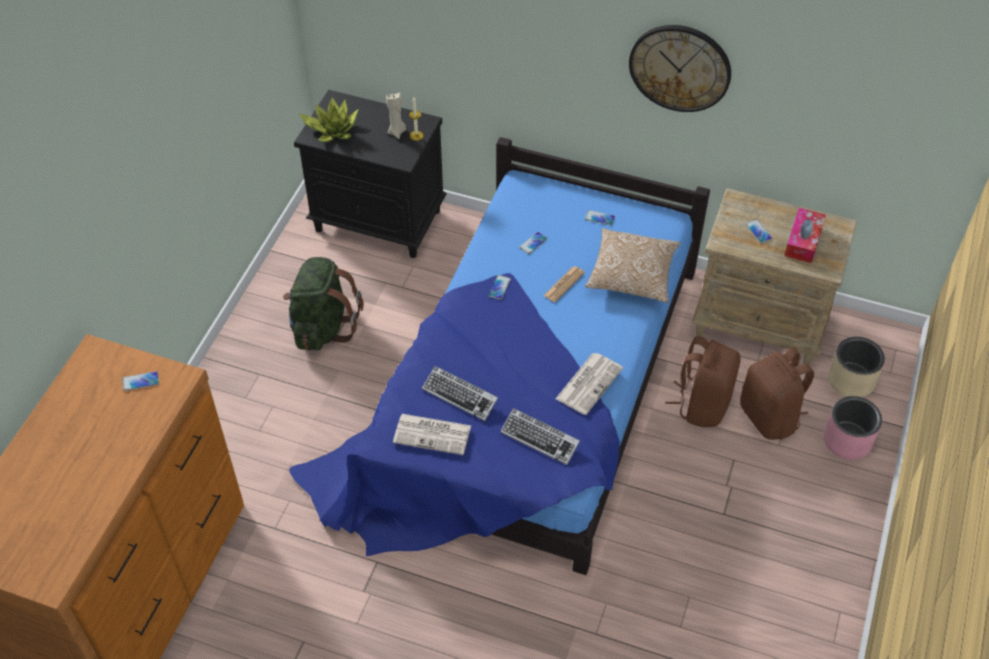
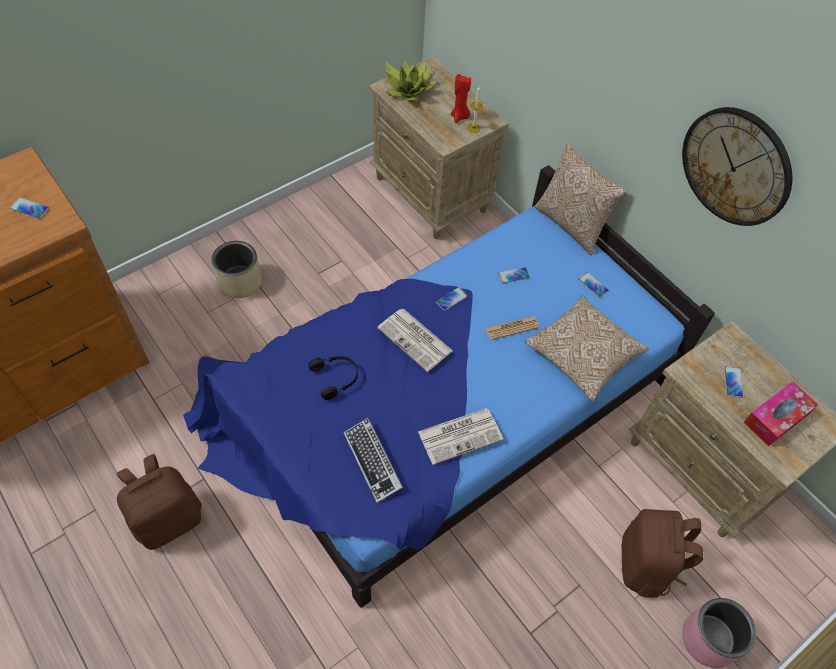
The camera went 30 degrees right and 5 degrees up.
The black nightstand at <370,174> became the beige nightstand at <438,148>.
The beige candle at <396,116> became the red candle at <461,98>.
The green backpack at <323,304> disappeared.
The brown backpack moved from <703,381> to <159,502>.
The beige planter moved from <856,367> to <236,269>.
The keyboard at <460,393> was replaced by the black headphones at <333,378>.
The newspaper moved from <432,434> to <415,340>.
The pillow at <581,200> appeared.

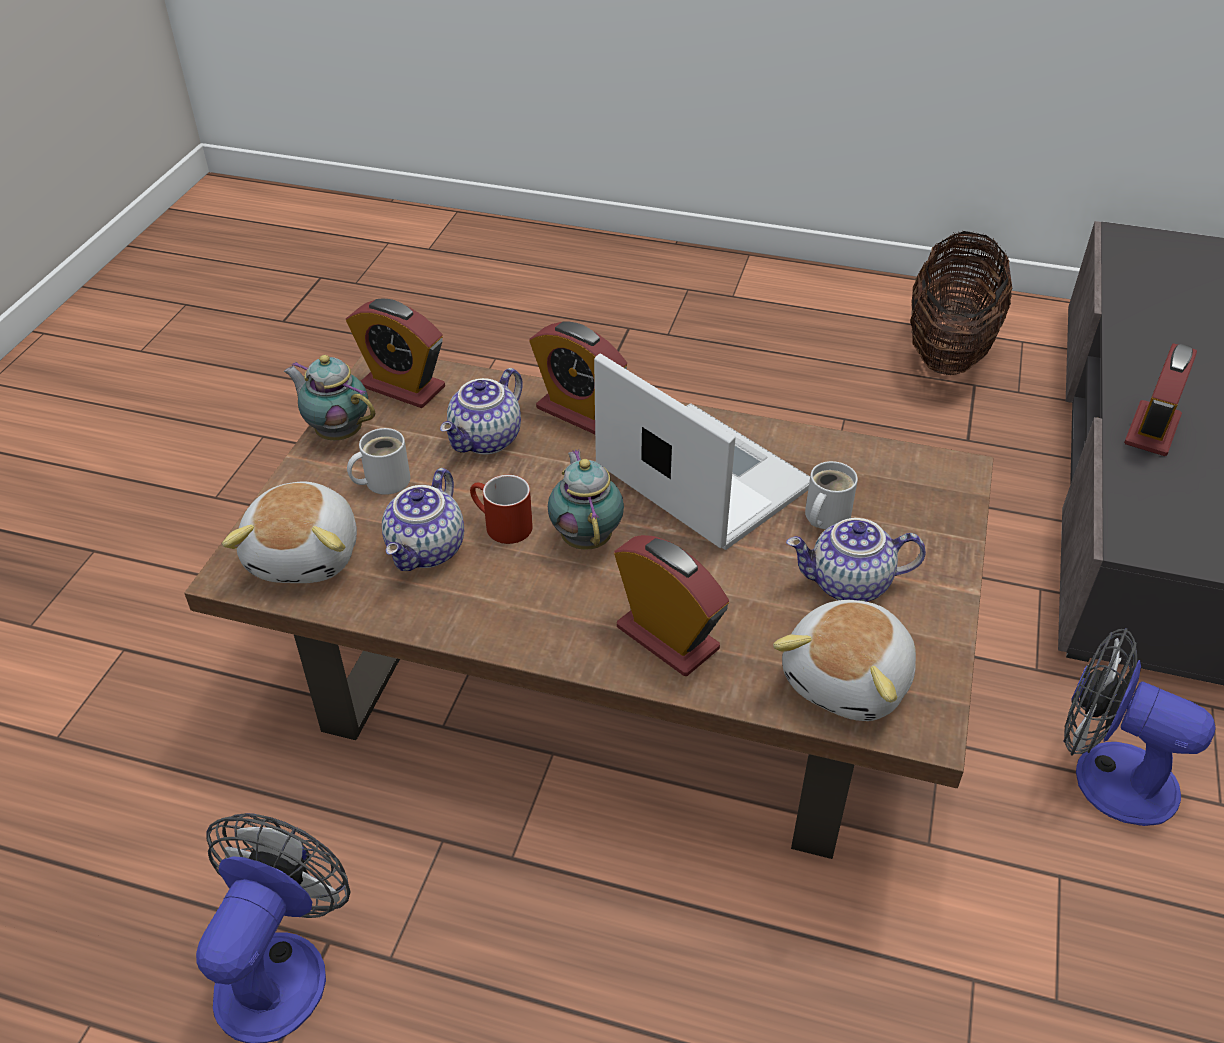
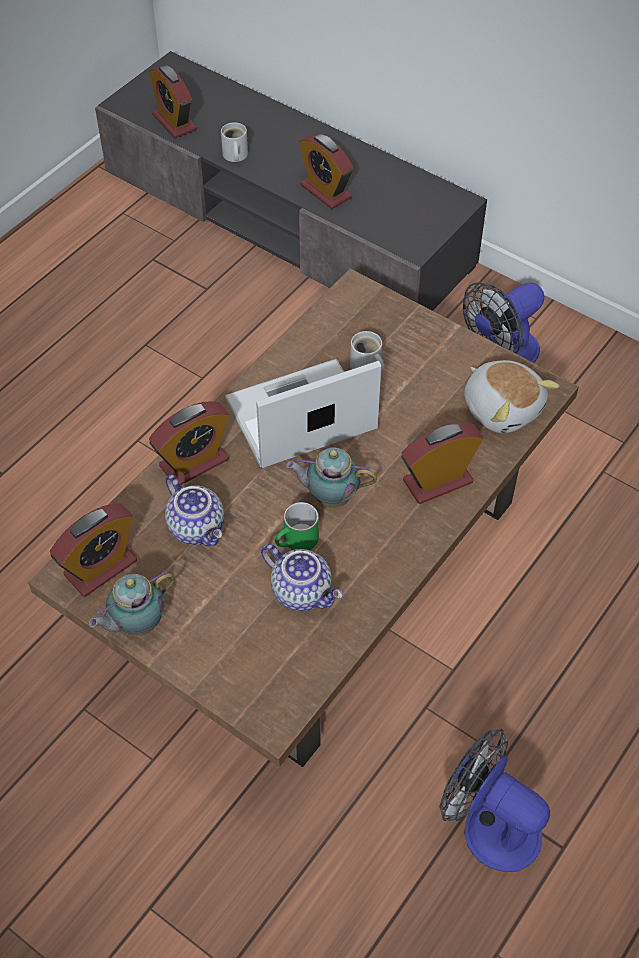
The camera went 70 degrees left and 10 degrees up.
The basket at <961,303> disappeared.
The white mug moved from <378,461> to <234,142>.
The red mug at <501,509> became the green mug at <297,526>.
The plush toy at <289,532> disappeared.
The teapot at <856,560> disappeared.
The alarm clock at <173,102> appeared.

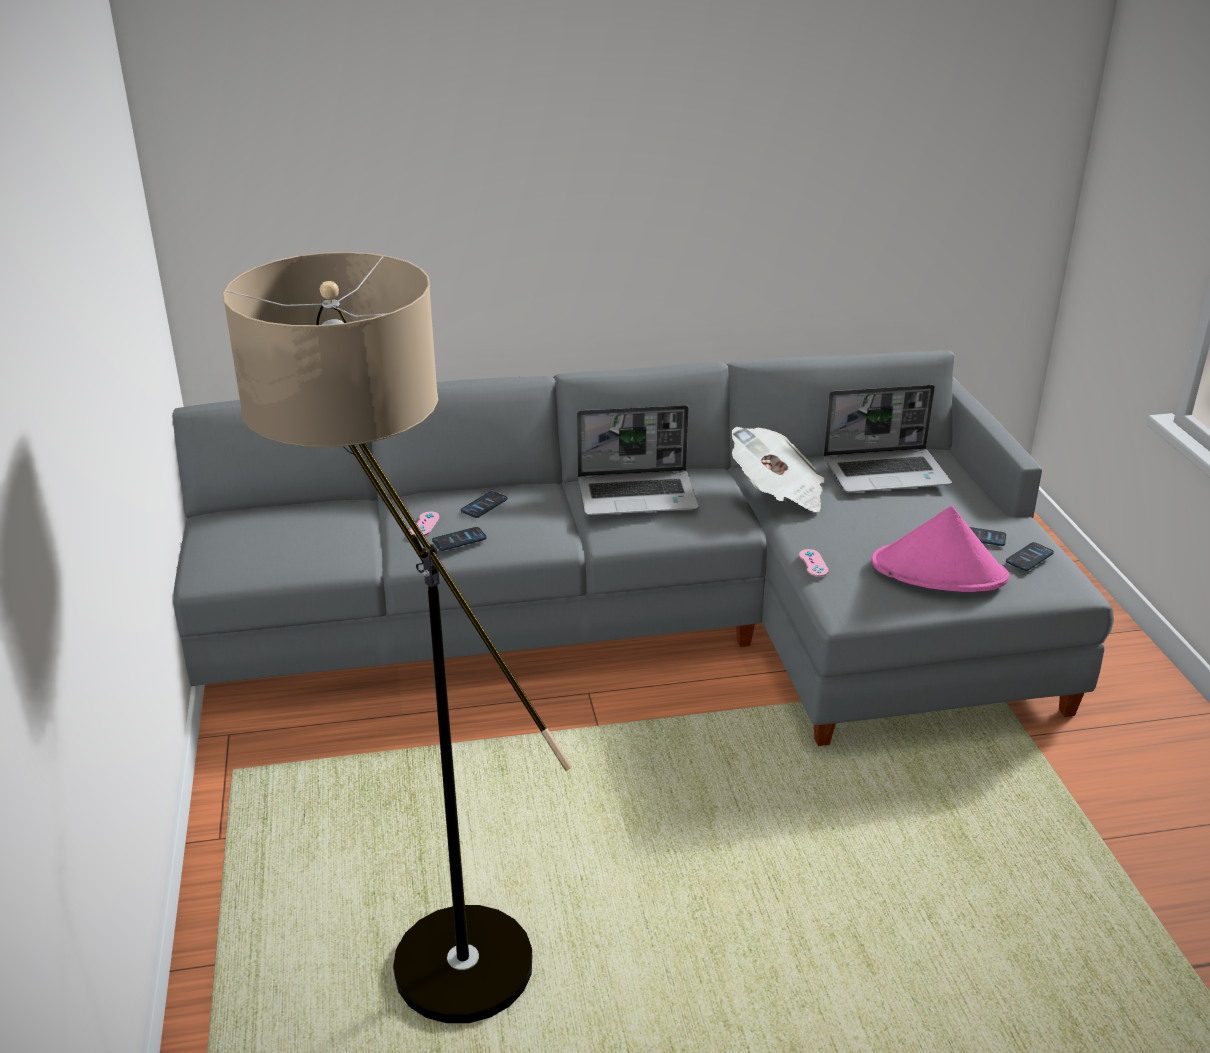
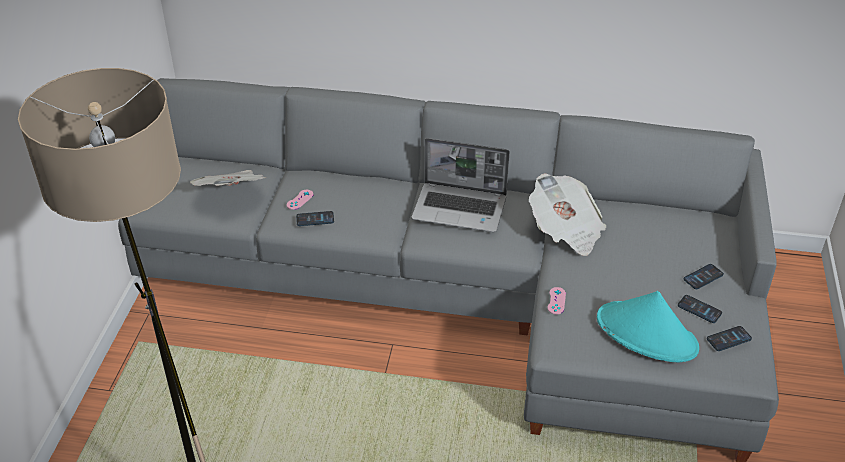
The camera went 20 degrees right and 10 degrees up.
The laptop at <887,438> disappeared.
The phone moved from <484,504> to <704,276>.
The pink hat at <940,549> became the turquoise hat at <648,326>.
The newspaper at <228,178> appeared.

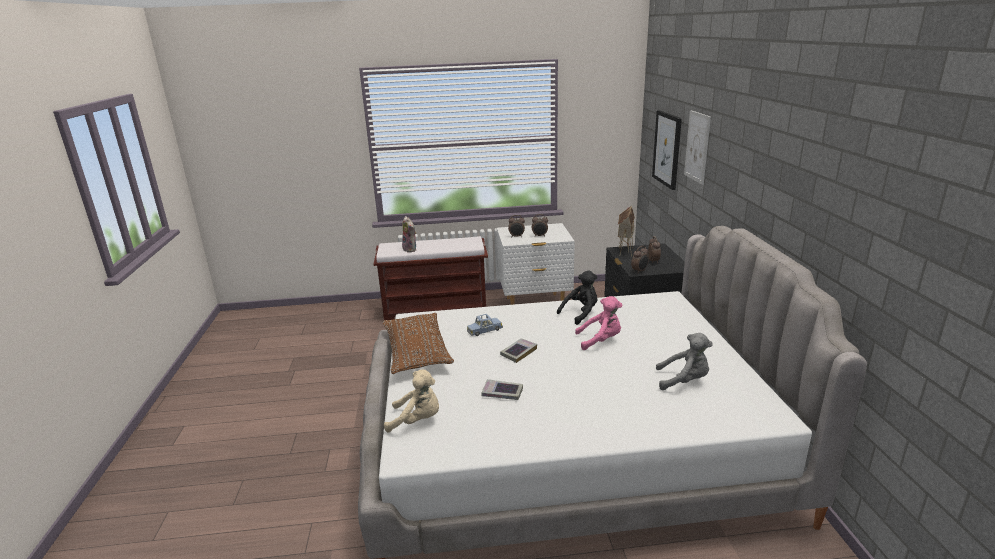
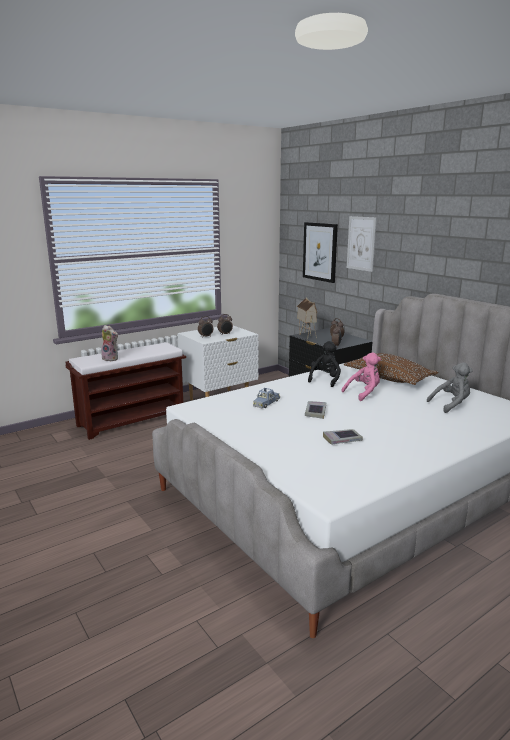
The camera went 30 degrees left and 5 degrees down.
The brown pillow moved from <418,343> to <391,369>.
The beige plush toy at <411,401> disappeared.

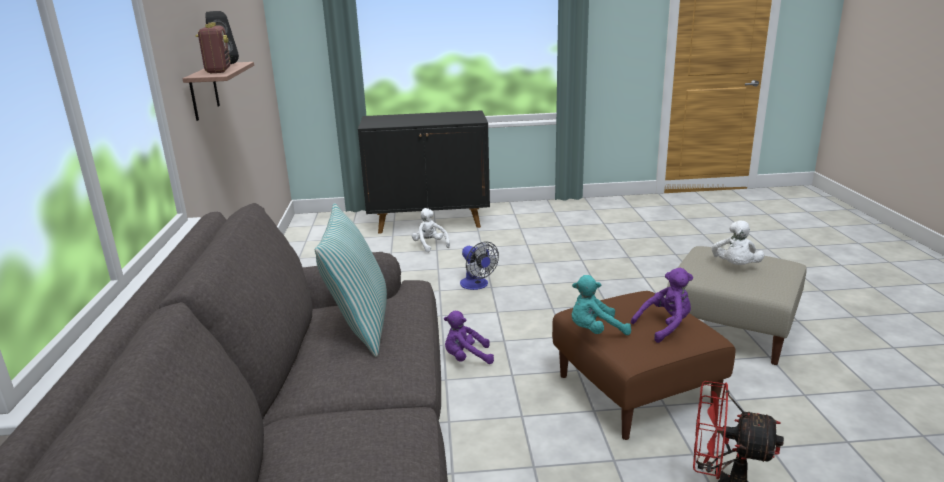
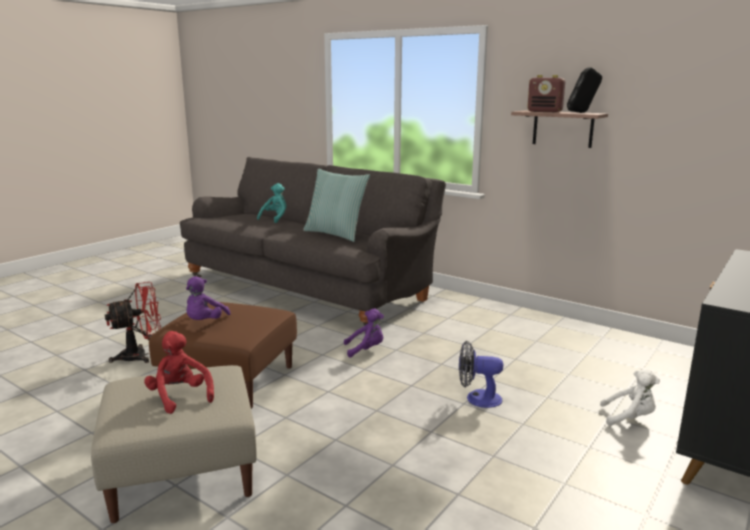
The camera went 130 degrees right and 5 degrees down.
The white plush toy at <738,242> became the red plush toy at <179,372>.
The turquoise plush toy moved from <601,305> to <272,203>.
The purple plush toy at <469,337> turned 45 degrees clockwise.

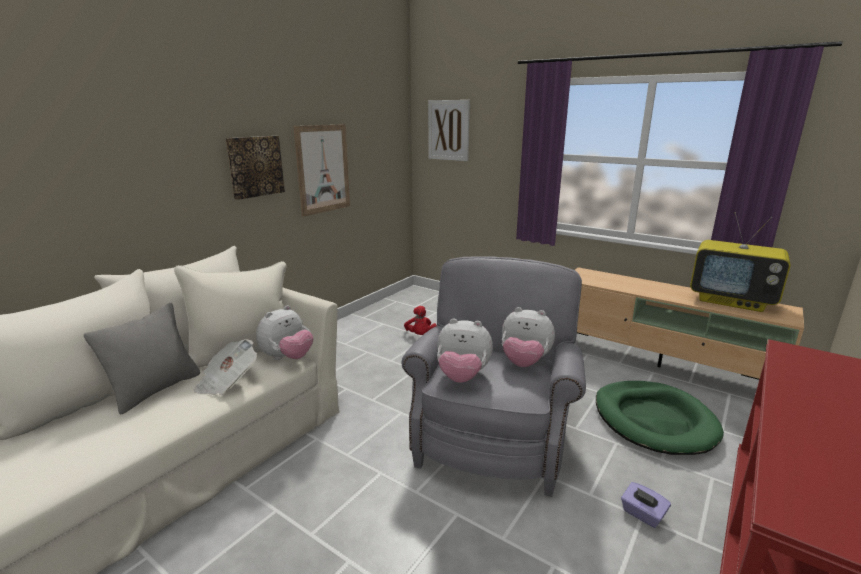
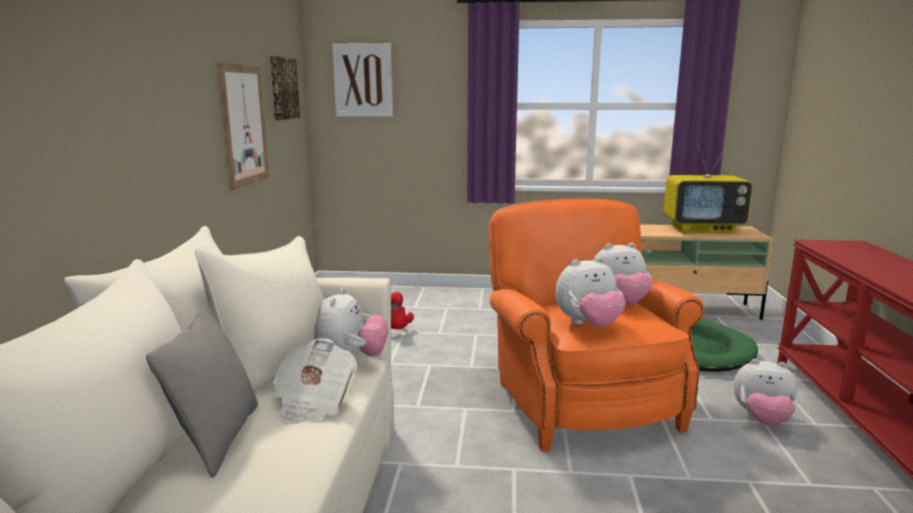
The camera went 30 degrees left and 5 degrees down.
The picture moved from <255,168> to <284,88>.
The grey armchair at <494,376> became the orange armchair at <596,325>.
The purple tissue box at <646,505> was replaced by the plush toy at <765,392>.

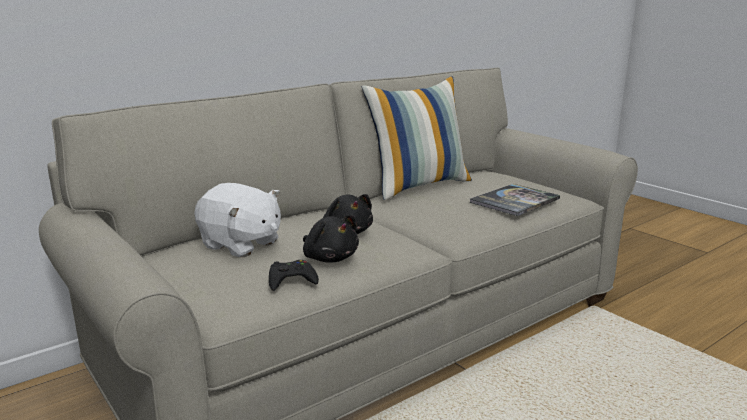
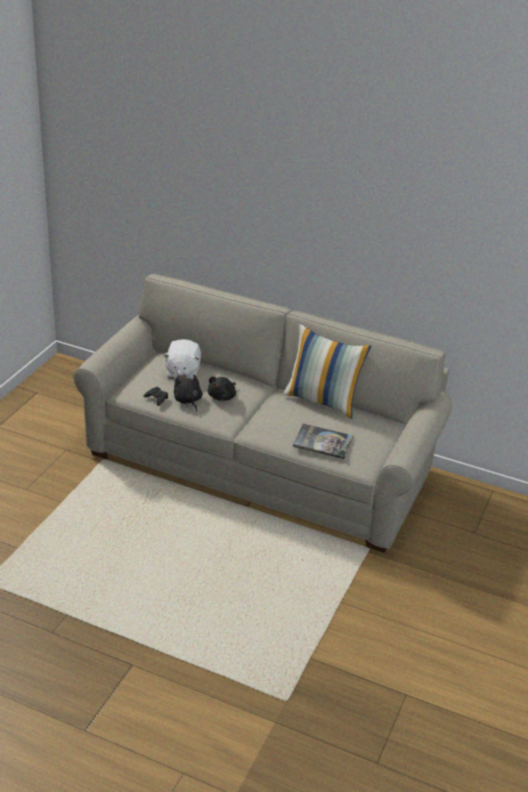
The camera went 60 degrees right and 15 degrees up.
The black plush toy at <331,239> turned 135 degrees clockwise.

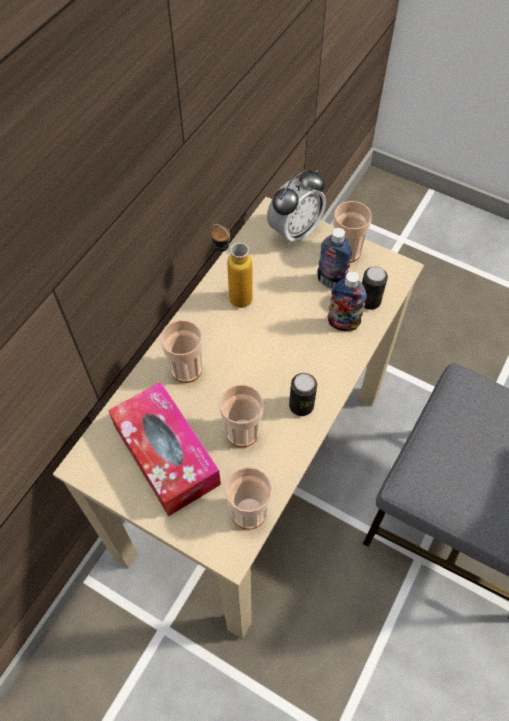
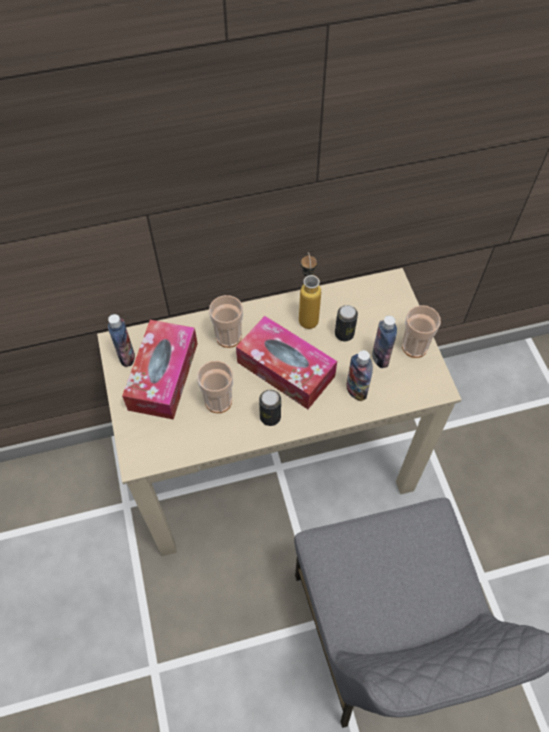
The camera went 45 degrees right and 0 degrees up.
The alarm clock at <296,207> disappeared.
The can moved from <375,288> to <346,323>.
The cup at <248,498> disappeared.
The bottle at <121,340> appeared.
The tissue box at <286,362> appeared.

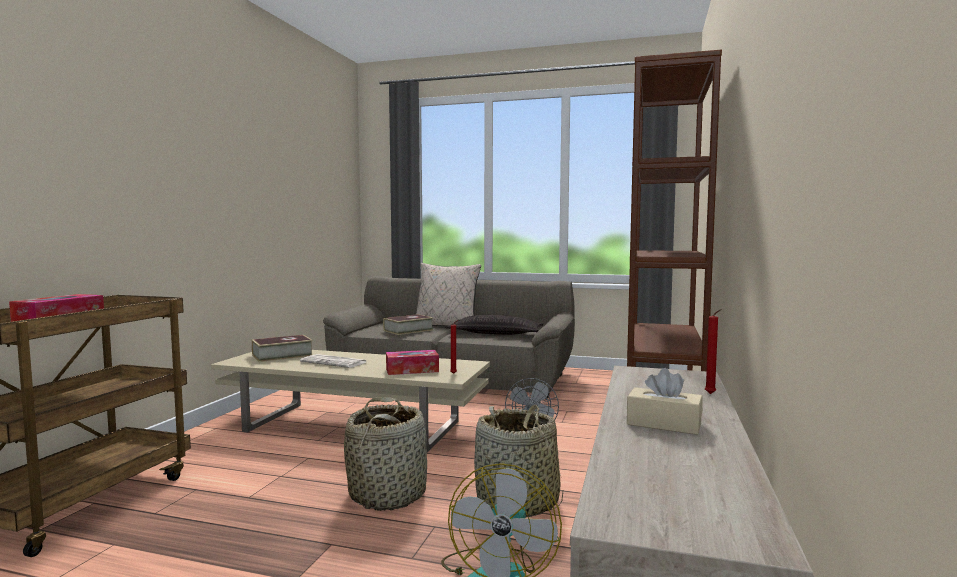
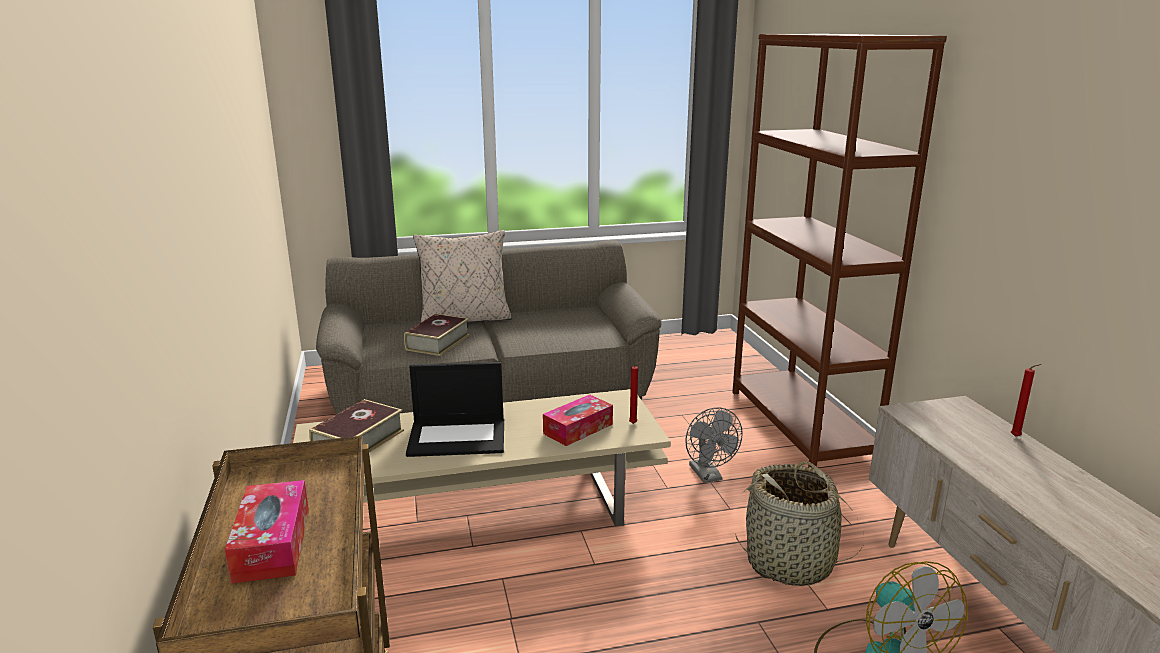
The camera went 30 degrees left and 15 degrees up.
The pillow at <494,325> disappeared.
The newspaper at <333,361> was replaced by the laptop at <455,409>.
The beige tissue box at <665,401> disappeared.
The basket at <385,454> disappeared.

